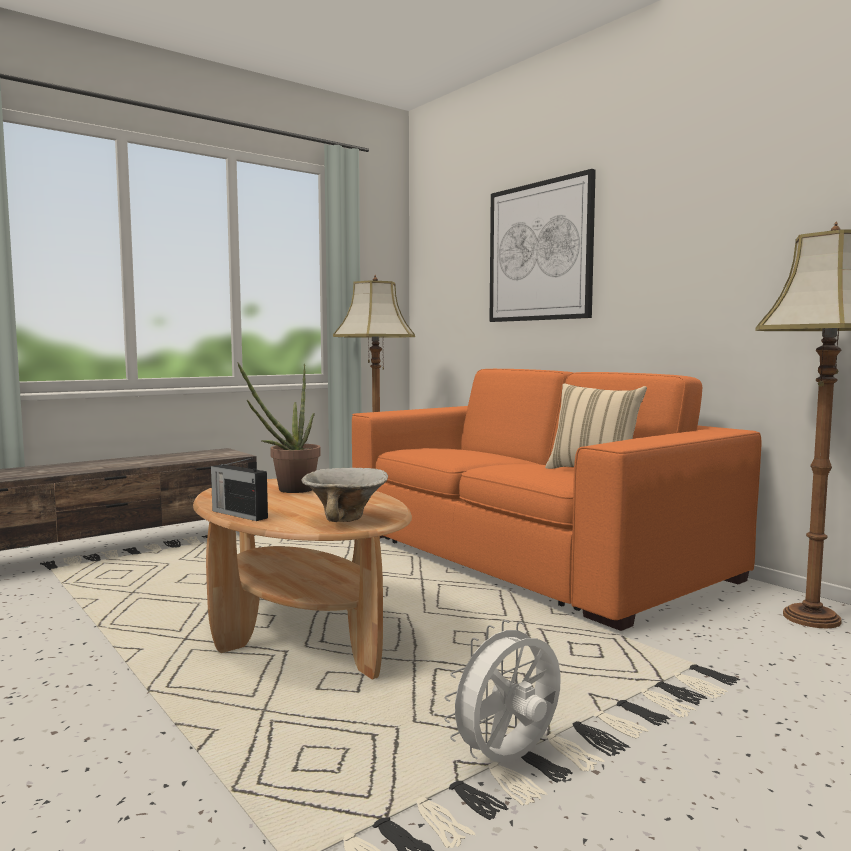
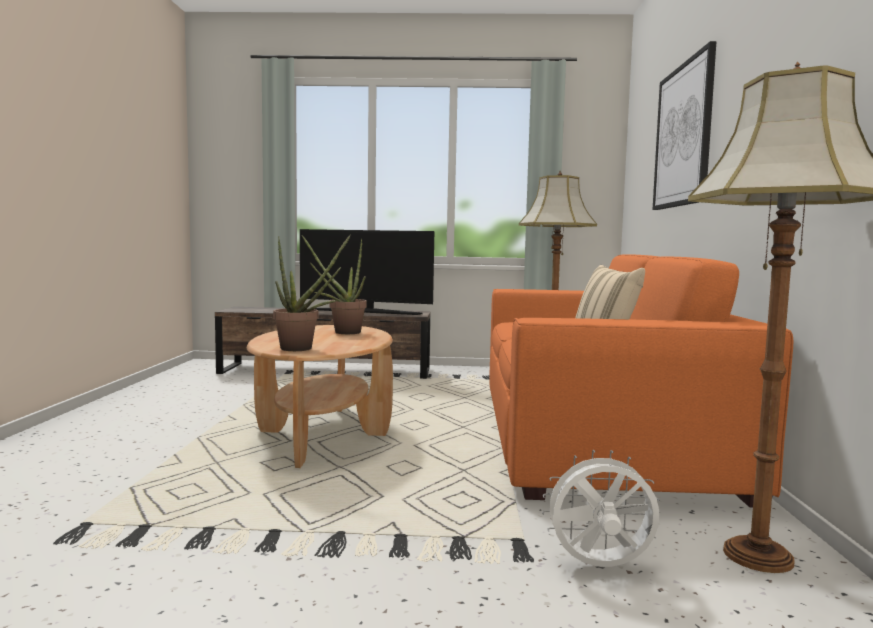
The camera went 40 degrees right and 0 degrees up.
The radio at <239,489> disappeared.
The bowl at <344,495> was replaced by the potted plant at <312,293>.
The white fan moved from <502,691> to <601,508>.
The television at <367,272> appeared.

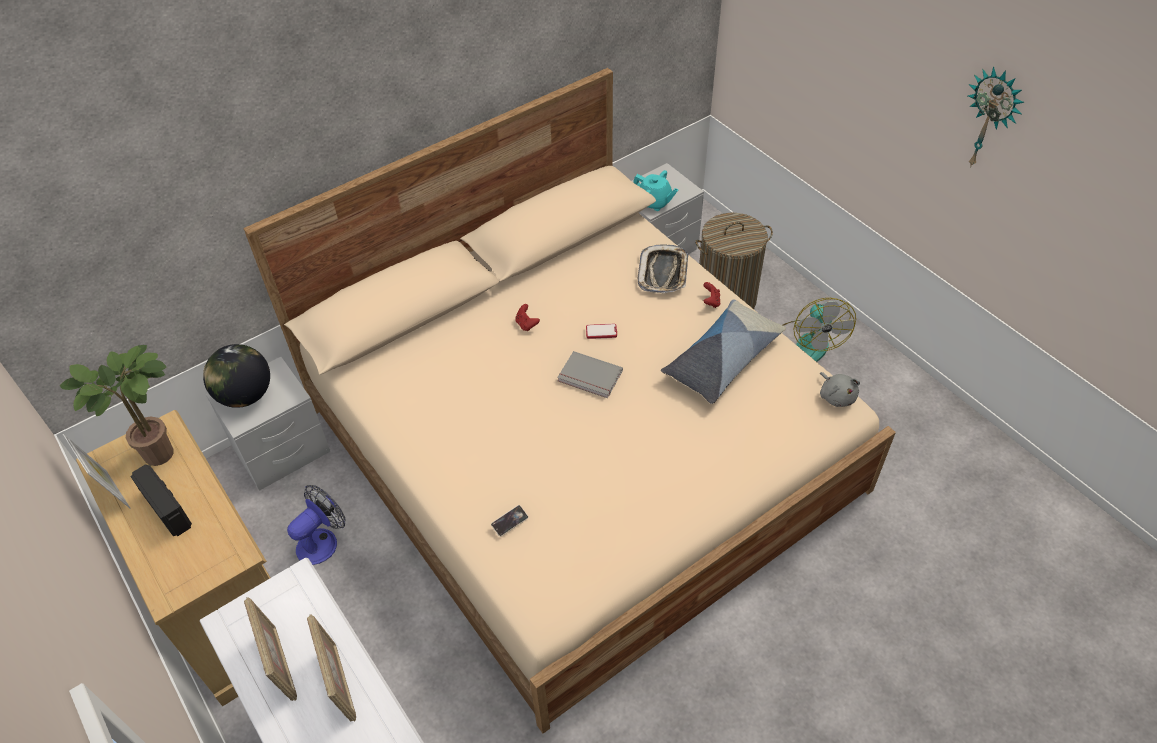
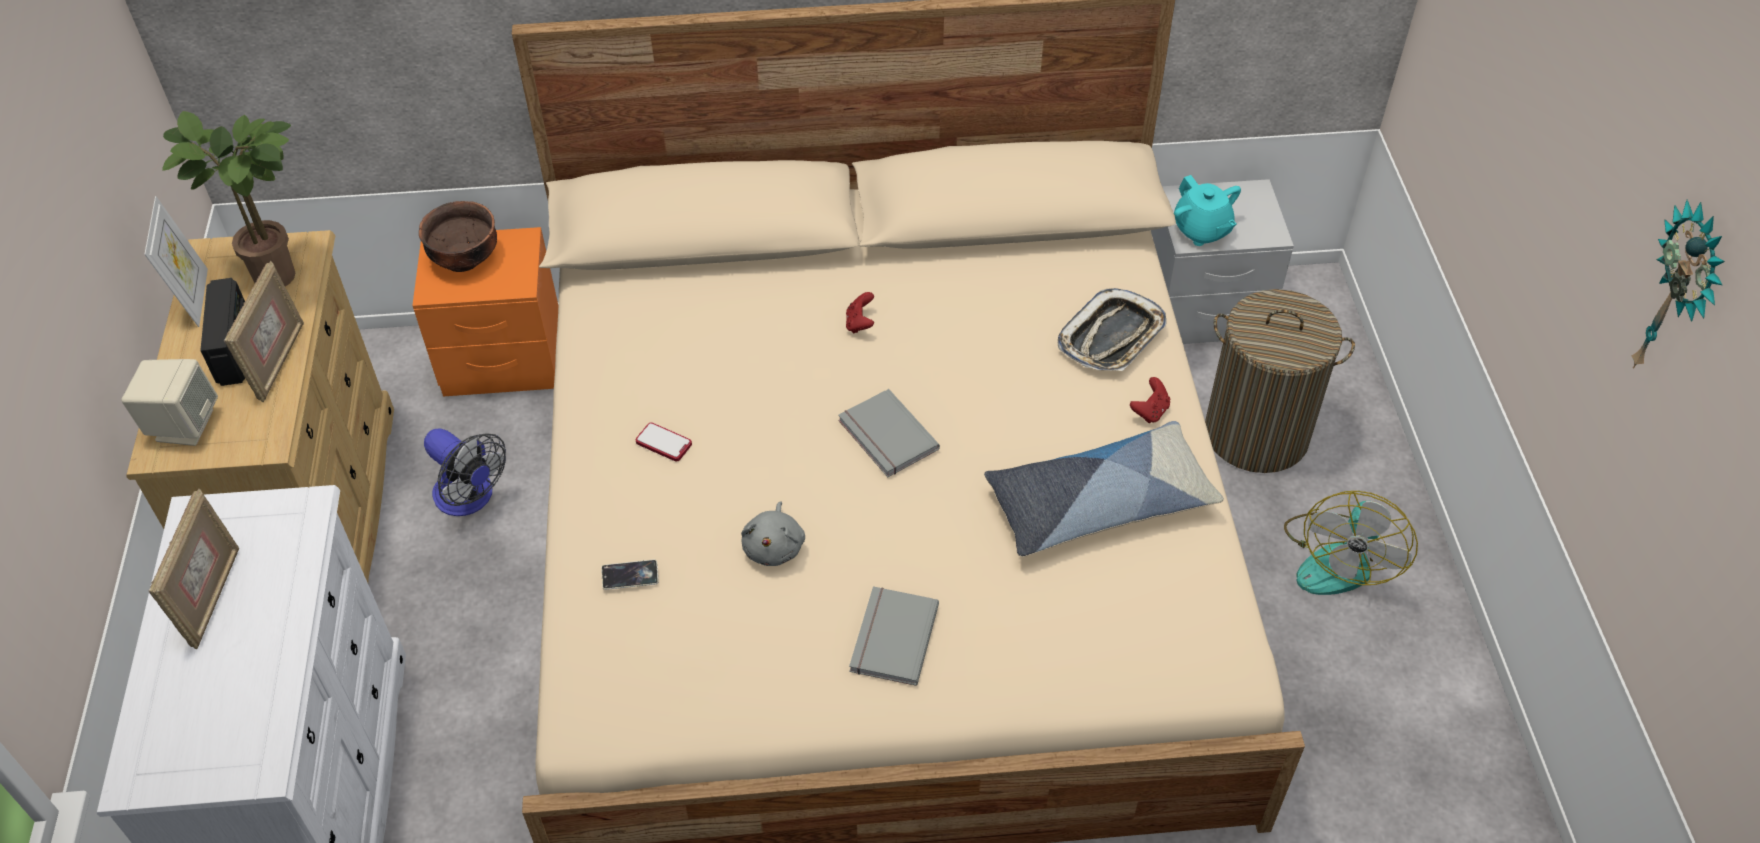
The camera went 30 degrees right and 0 degrees up.
The phone moved from <601,331> to <663,442>.
The globe at <236,376> was replaced by the brown bowl at <458,236>.
The grey nightstand at <268,424> became the orange nightstand at <485,312>.
The grey plush toy moved from <840,389> to <773,533>.
The fan at <316,525> turned 60 degrees clockwise.
The picture frame moved from <331,667> to <264,331>.
The beige speaker at <169,402> appeared.
The grey book at <894,636> appeared.

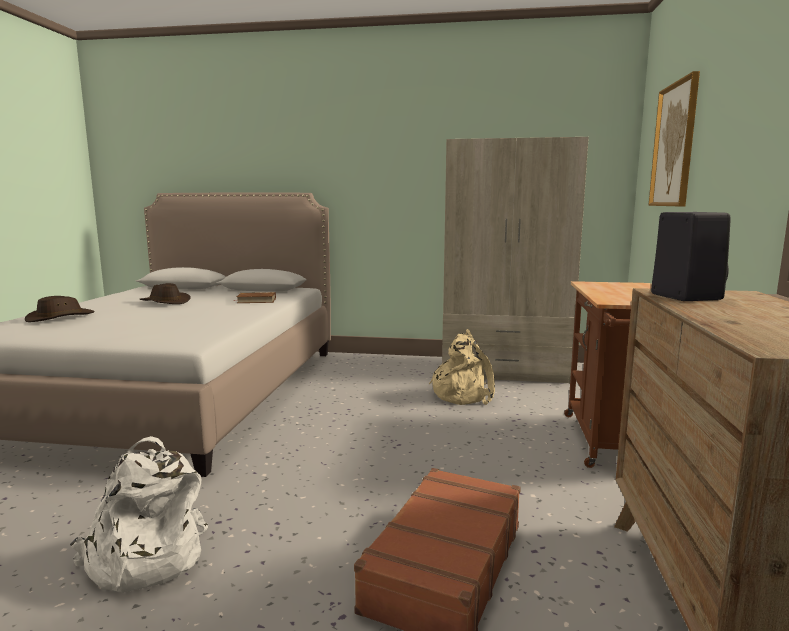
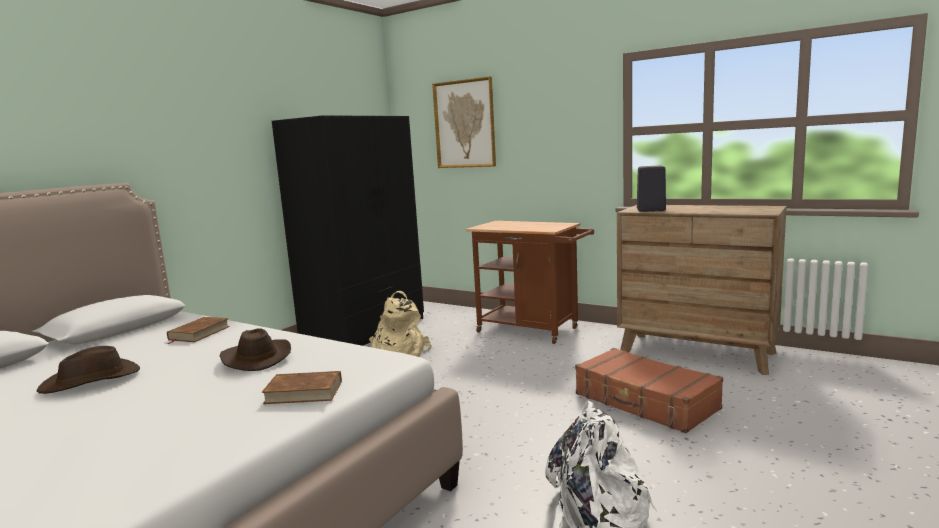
The camera went 65 degrees left and 0 degrees up.
The beige wardrobe at <515,260> became the black wardrobe at <348,230>.
The brown hat moved from <60,309> to <255,349>.
The brown book at <301,387> appeared.

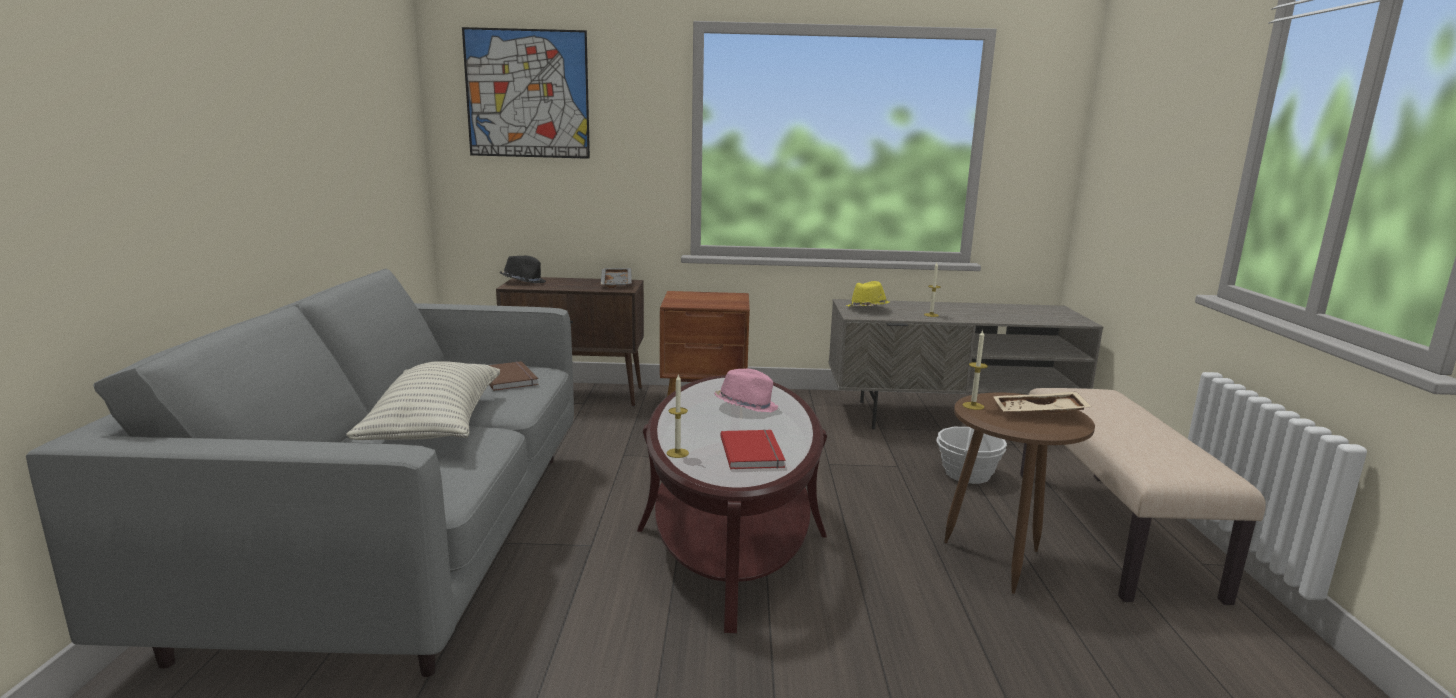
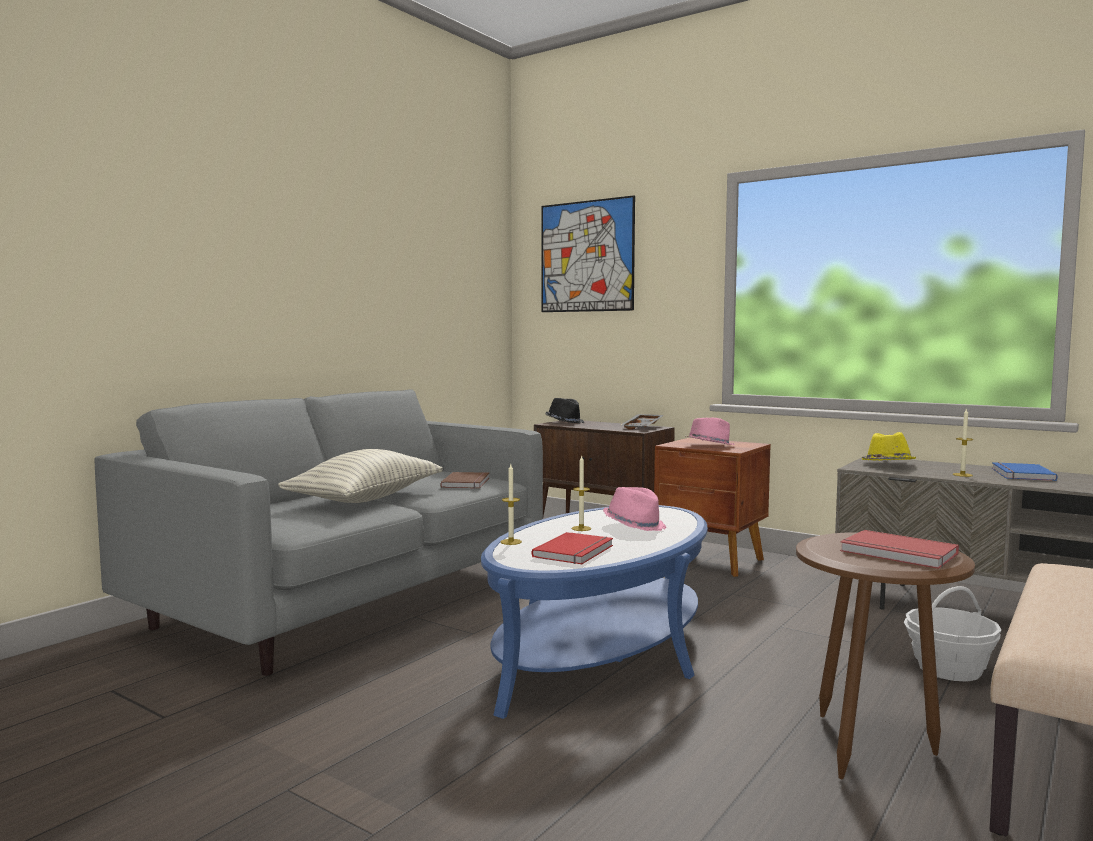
The camera went 35 degrees right and 10 degrees down.
The candle moved from <975,370> to <581,493>.
The brown coffee table at <732,504> became the blue coffee table at <594,612>.
The beige tray at <1042,403> was replaced by the red book at <899,549>.
The pink hat at <709,431> appeared.
The blue book at <1024,471> appeared.

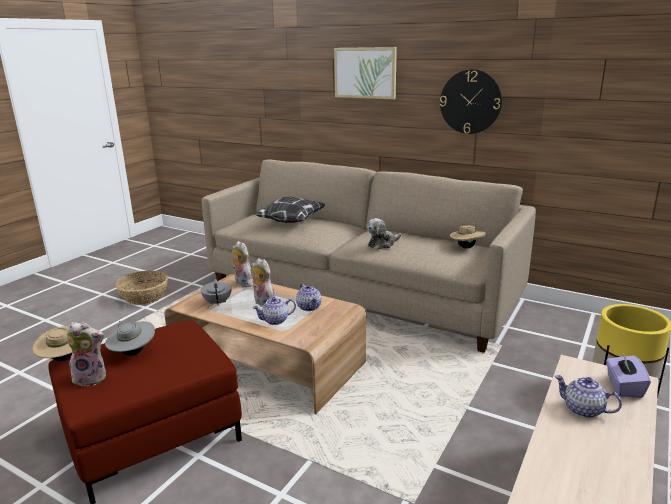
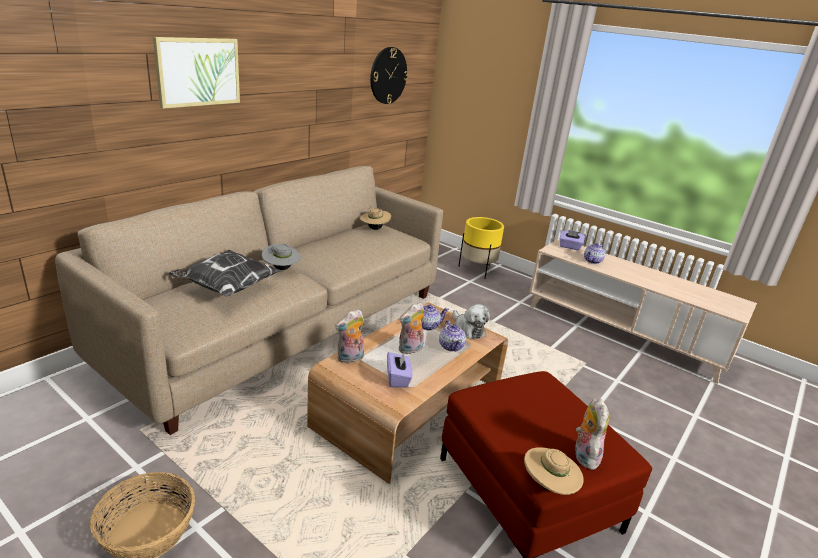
The camera went 85 degrees left and 5 degrees up.
The wall clock moved from <471,101> to <389,75>.
The plush toy moved from <384,234> to <471,322>.
The grey teapot at <216,291> was replaced by the purple tissue box at <399,370>.
The grey hat moved from <130,338> to <281,257>.

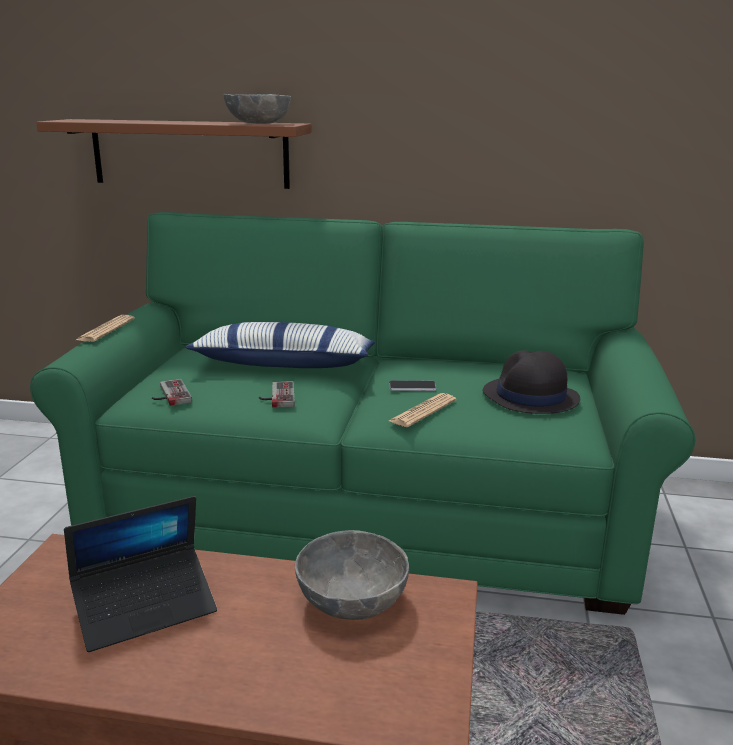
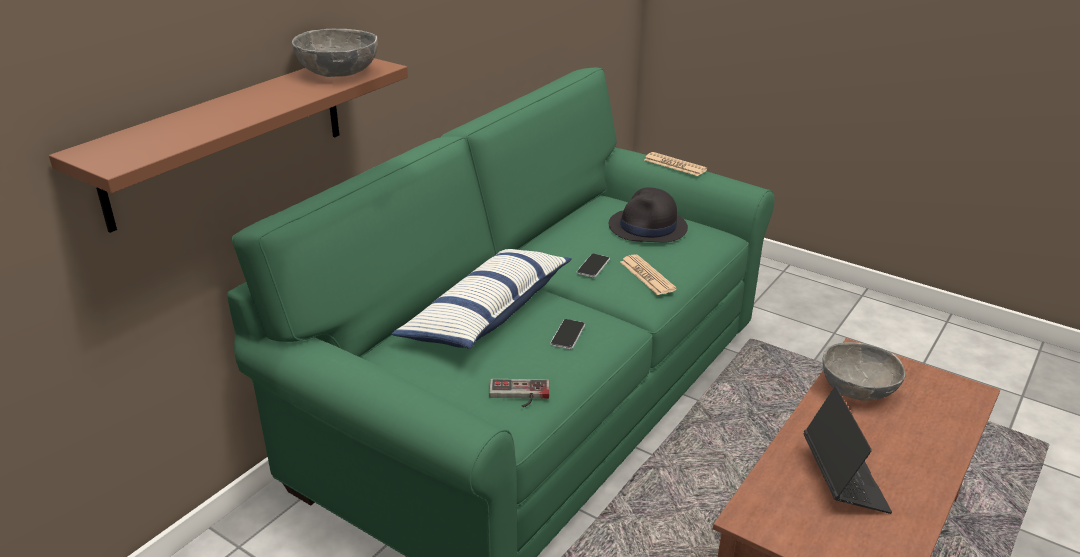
The camera went 65 degrees left and 10 degrees up.
The newspaper moved from <105,328> to <676,164>.
The game controller at <277,394> was replaced by the phone at <567,334>.

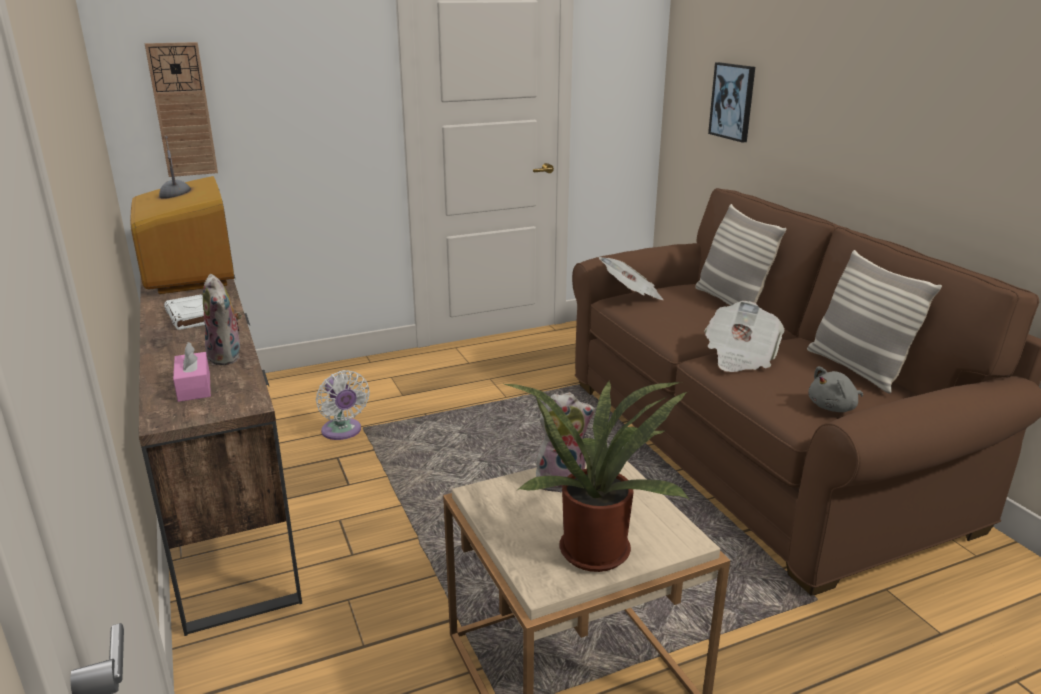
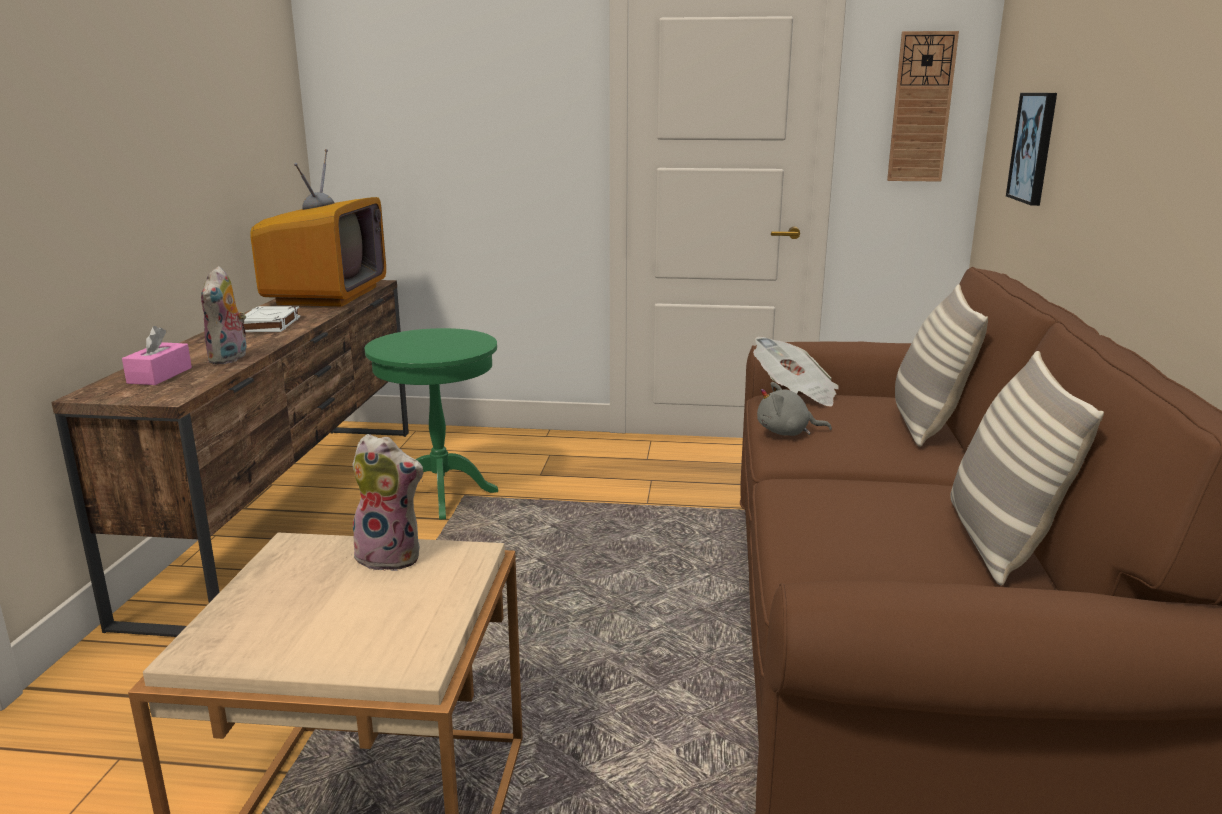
The camera went 30 degrees right and 5 degrees down.
The wall clock moved from <181,109> to <923,106>.
The newspaper at <744,336> disappeared.
The grey plush toy moved from <835,389> to <794,409>.
The white fan at <343,405> was replaced by the green side table at <431,424>.
The potted plant at <597,476> disappeared.

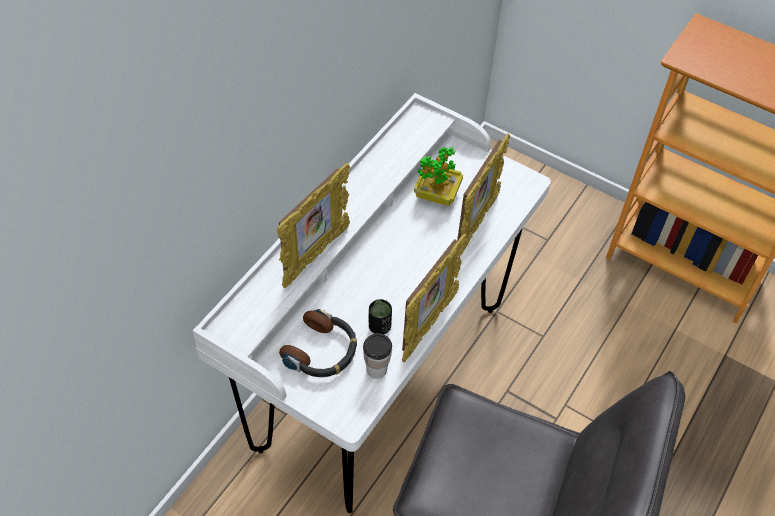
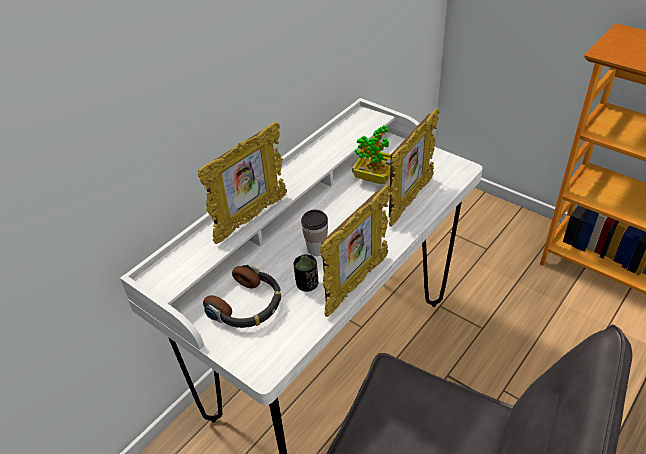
The camera went 10 degrees right and 10 degrees down.
The cup moved from <377,356> to <314,233>.

